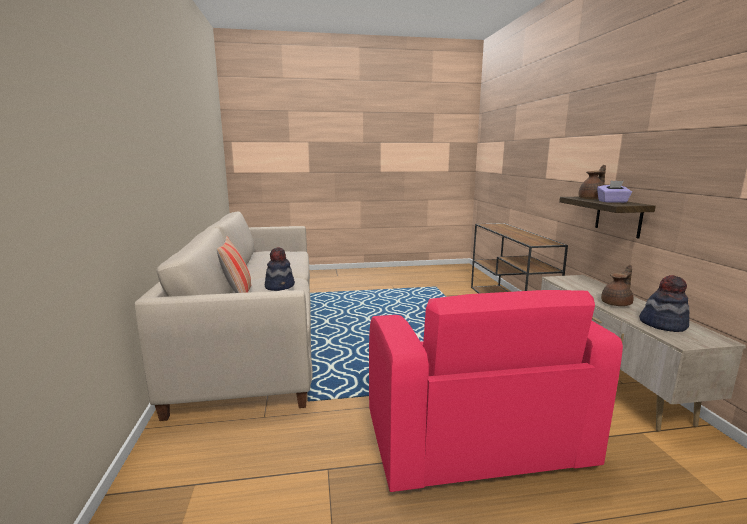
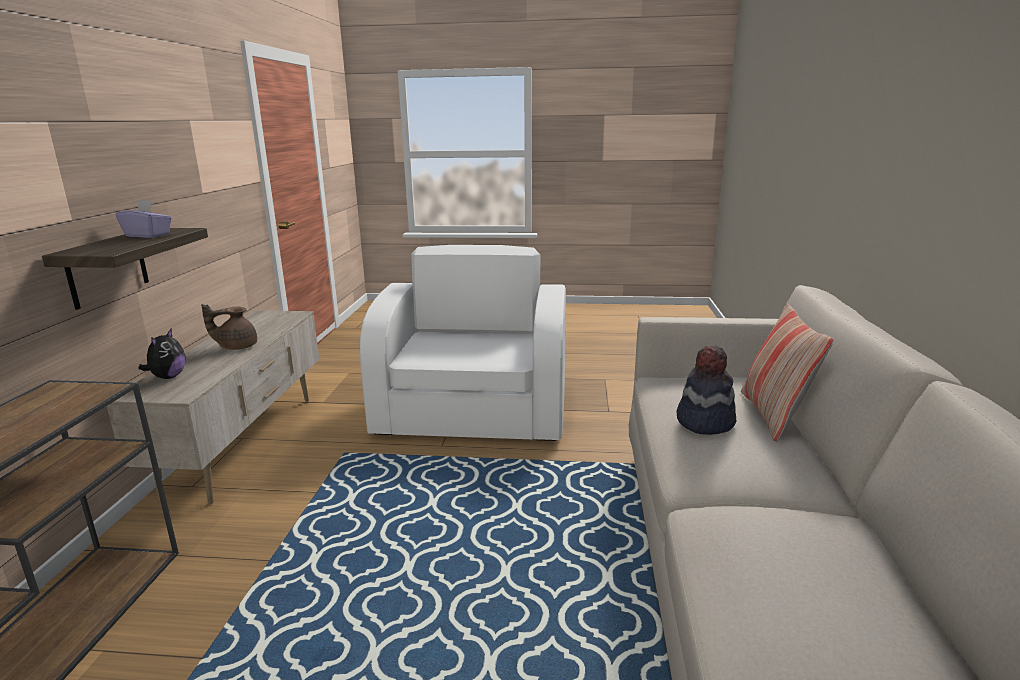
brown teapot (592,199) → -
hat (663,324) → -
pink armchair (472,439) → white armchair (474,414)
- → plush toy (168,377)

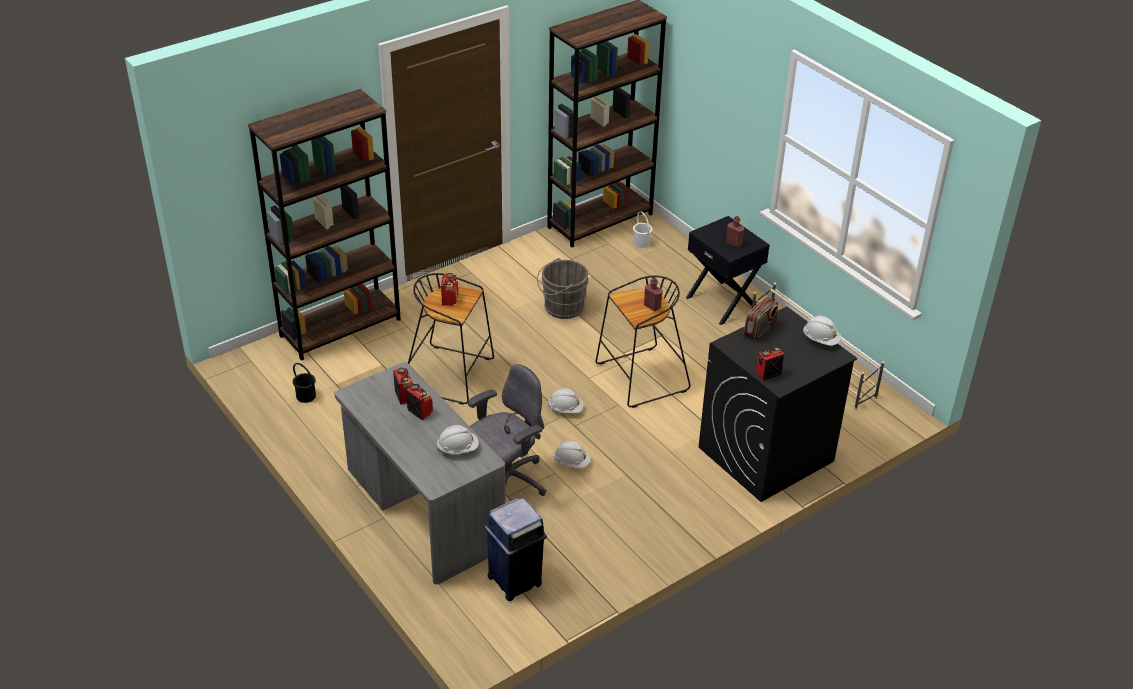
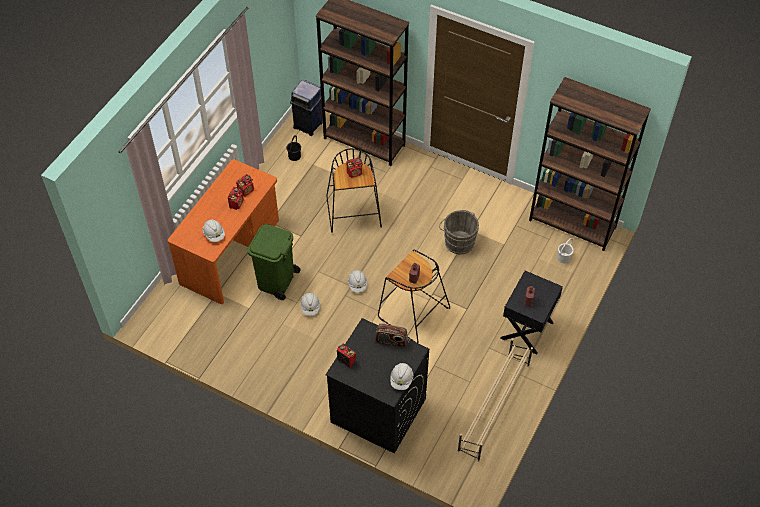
grey desk (422,511) → orange desk (231,252)
grey office chair (506,481) → green trash can (276,281)
blue trash can (515,580) → blue trash can (308,125), move

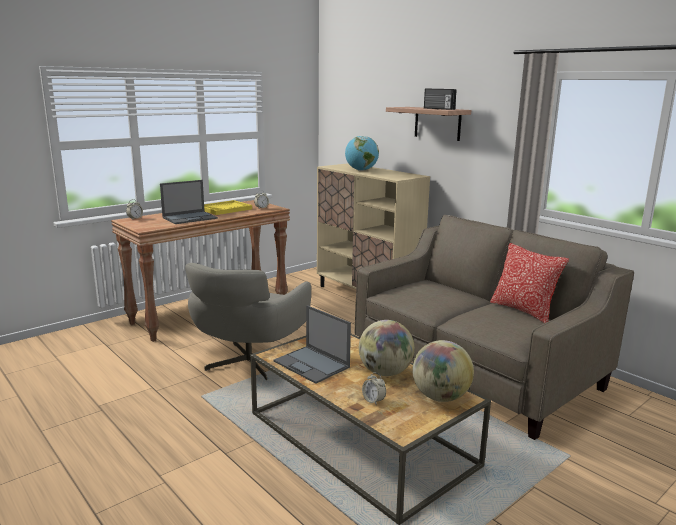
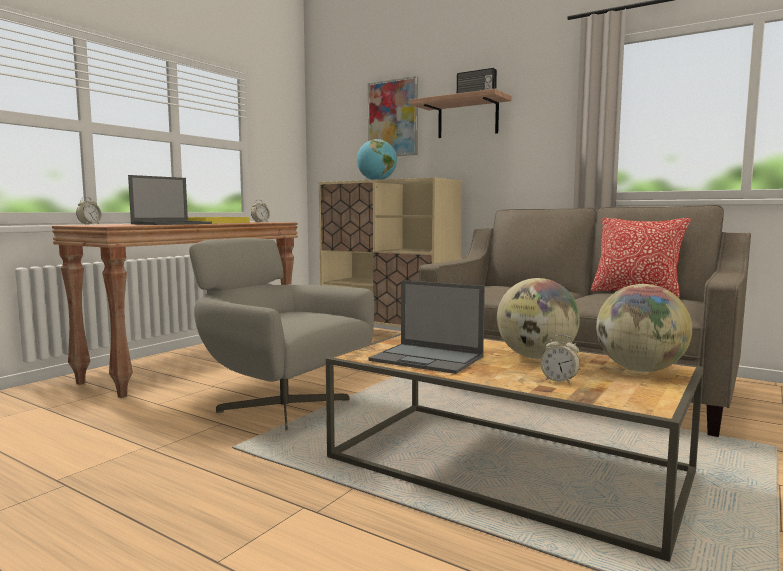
grey armchair (247,363) → grey armchair (280,405), 120 degrees clockwise
- → picture (393,118)

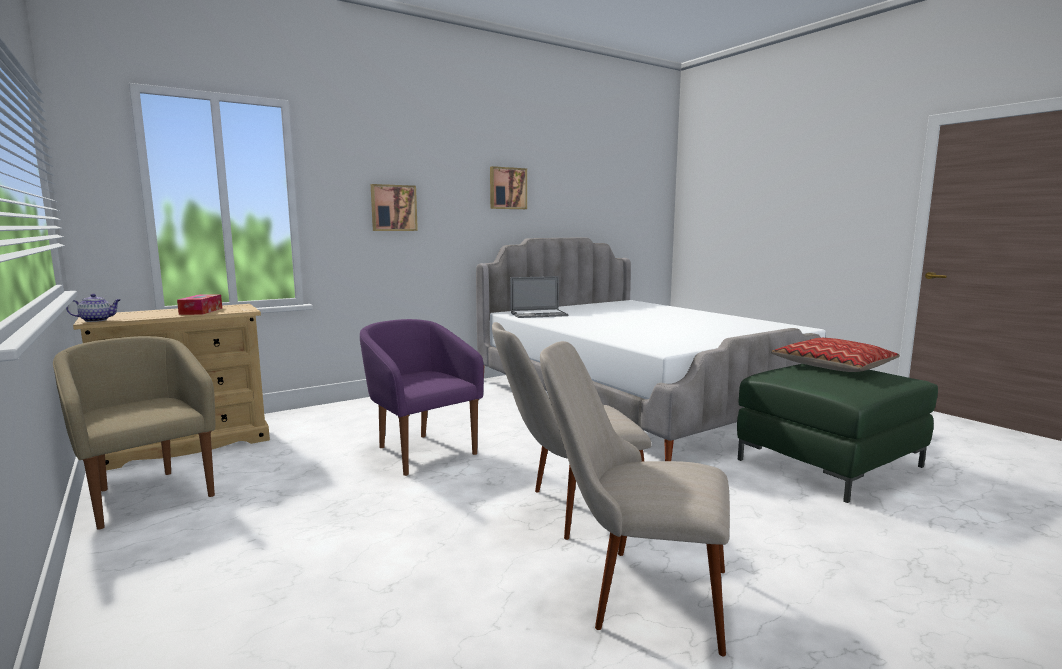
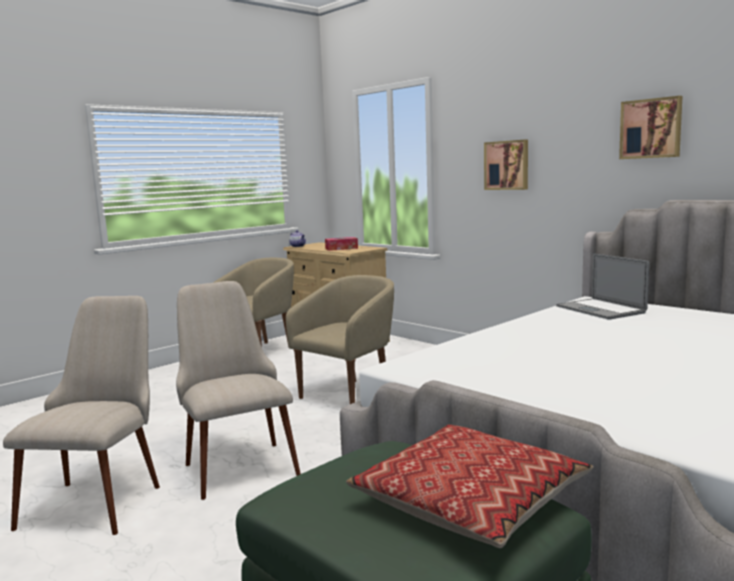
purple armchair (420,451) → beige armchair (349,394)

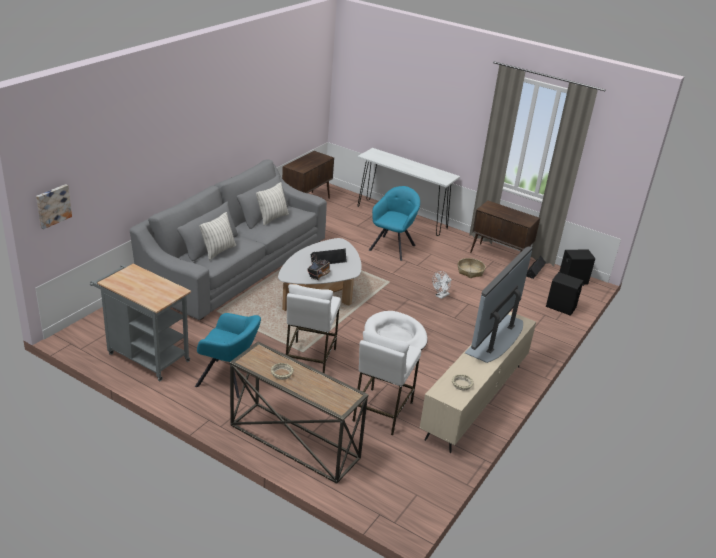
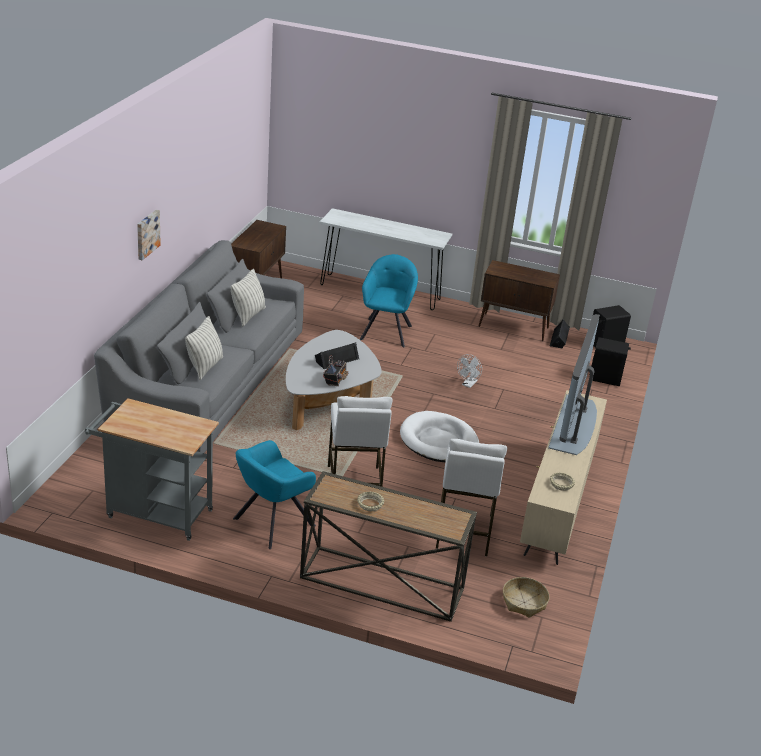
picture (53,205) → picture (146,234), move
basket (470,271) → basket (524,602), move
turquoise armchair (229,379) → turquoise armchair (271,523), 135 degrees clockwise

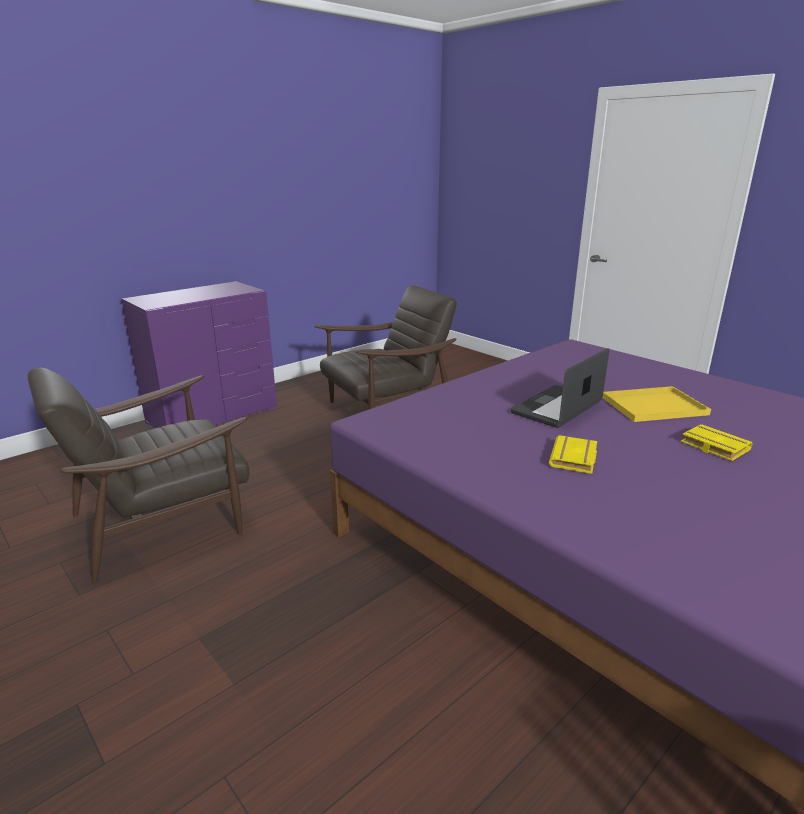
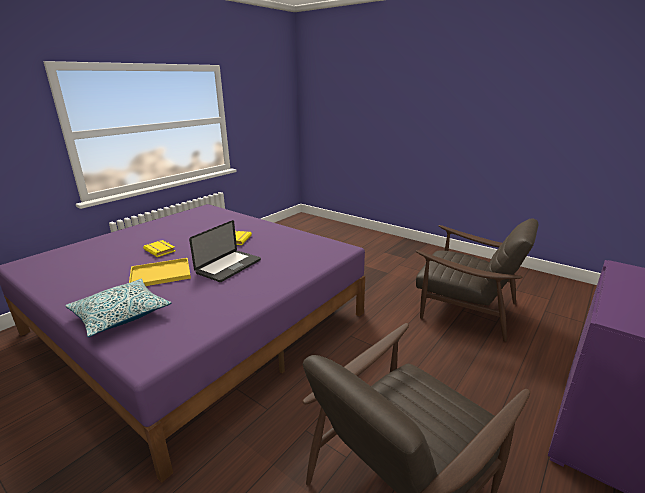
brown armchair (162,520) → brown armchair (465,309), 75 degrees clockwise
- → pillow (121,314)

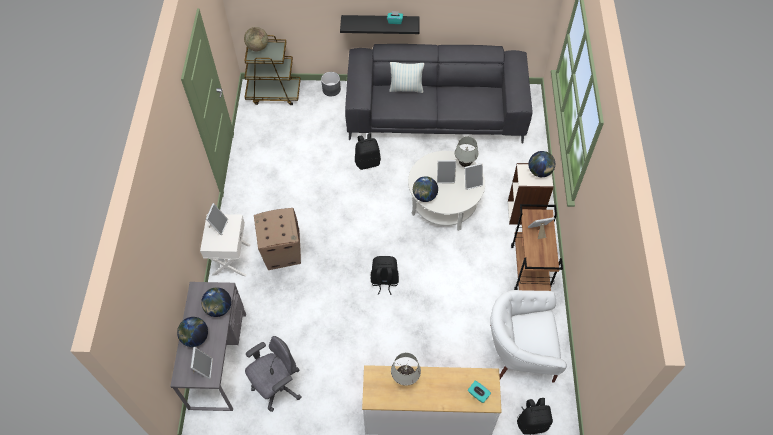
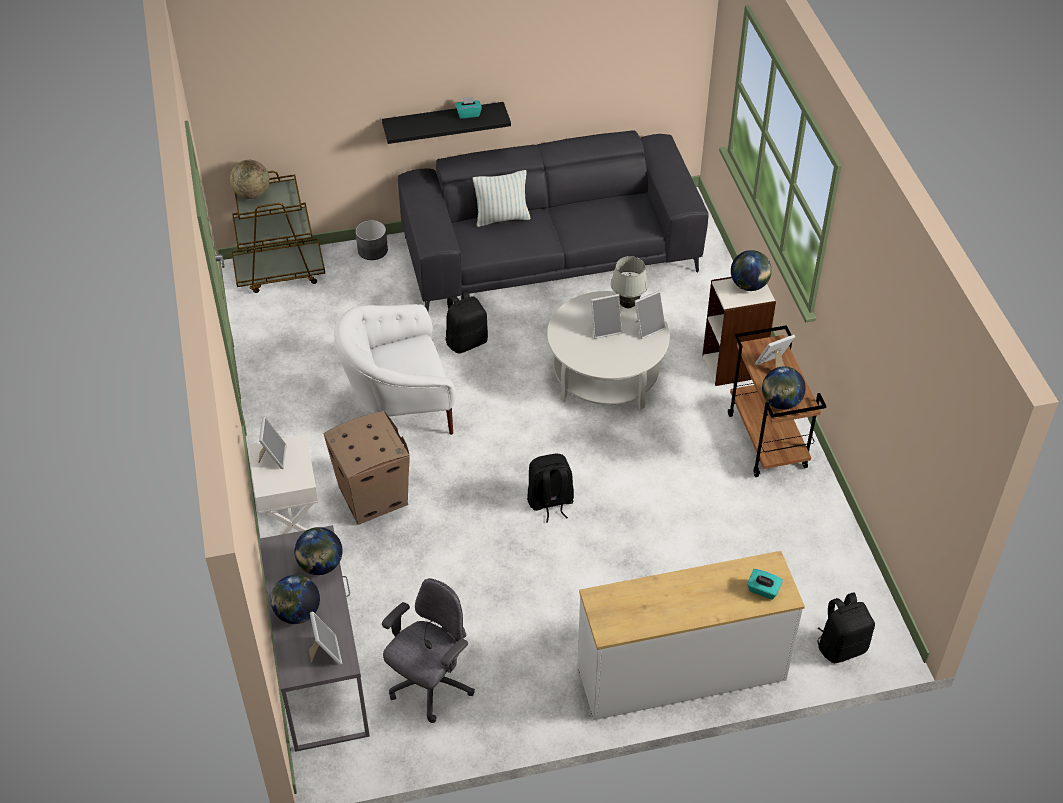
globe (424,196) → globe (780,402), move
white armchair (520,351) → white armchair (400,408), move
white table lamp (405,379) → -

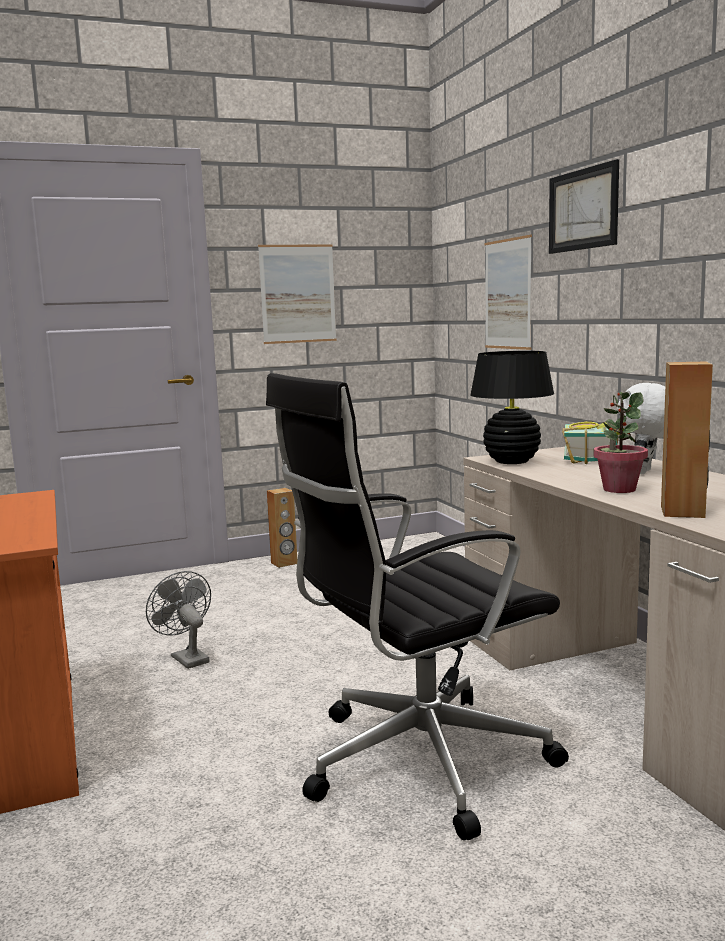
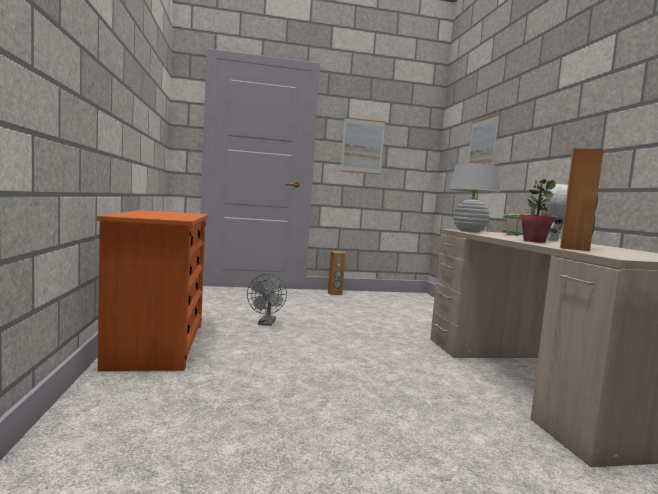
picture (583,209) → -
black table lamp (511,461) → white table lamp (469,231)
black office chair (418,762) → -
grey fan (186,658) → grey fan (266,323), 150 degrees counterclockwise

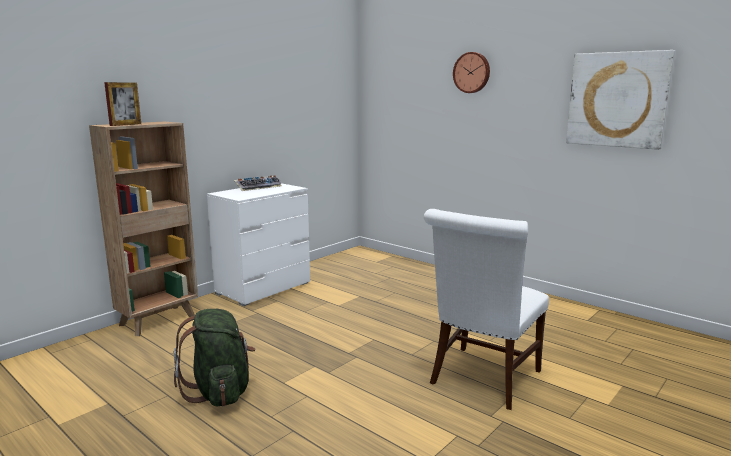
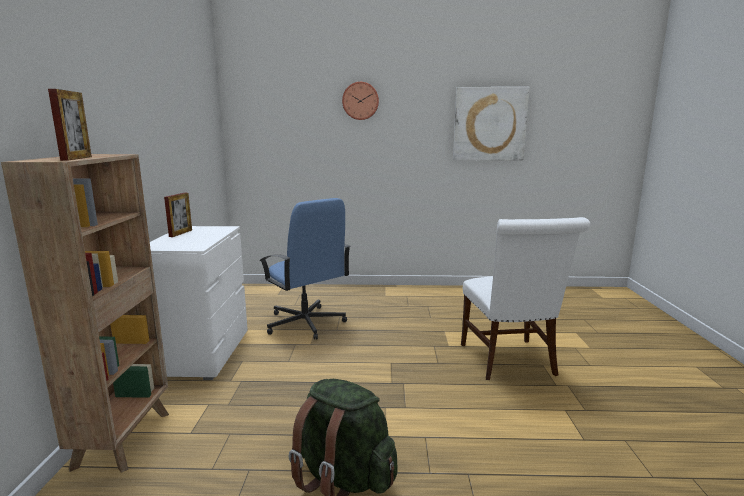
keyboard (258,187) → picture frame (180,233)
- → blue office chair (305,323)

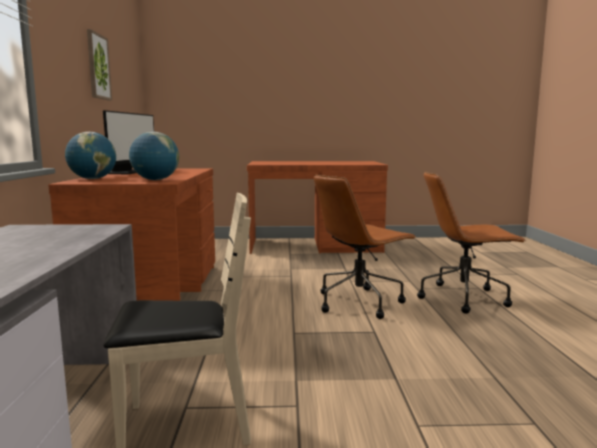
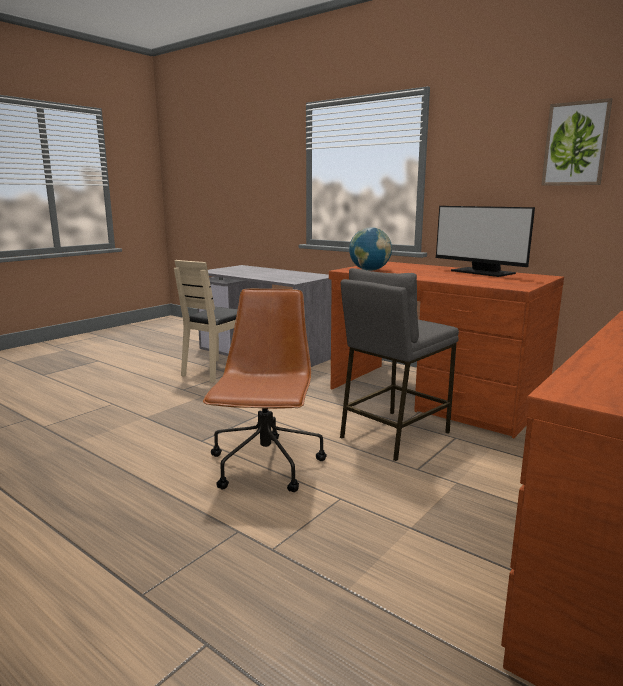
globe (93,179) → -
brown office chair (464,298) → -
- → grey stool (393,434)

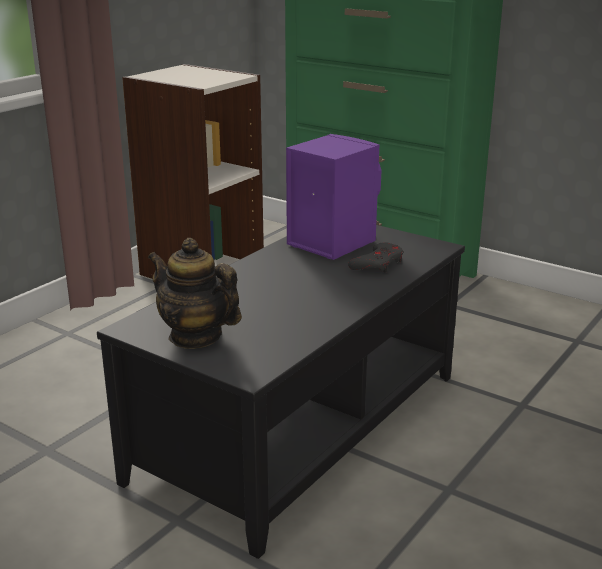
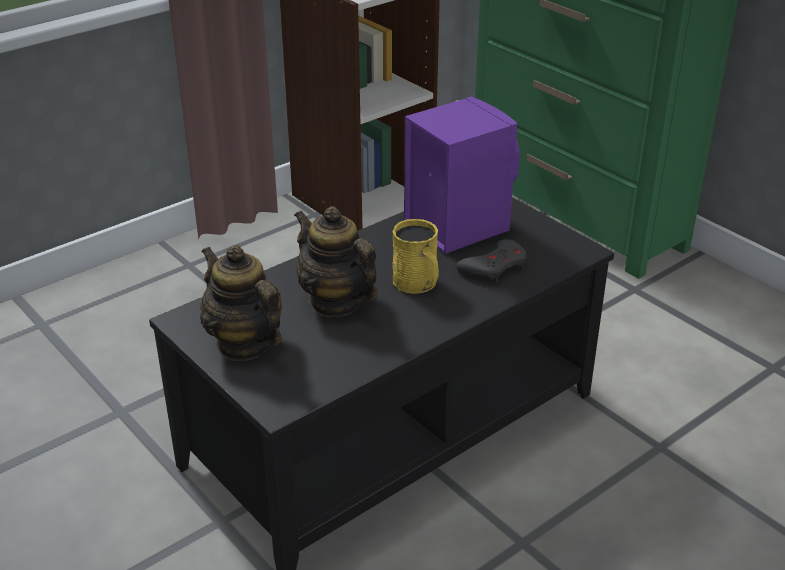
- → teapot (335,302)
- → yellow mug (418,284)

